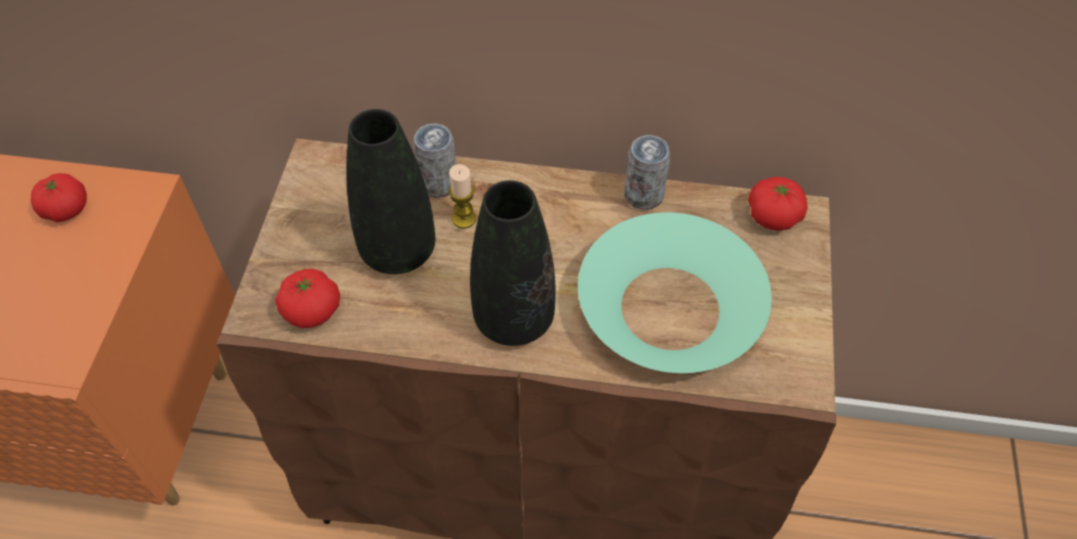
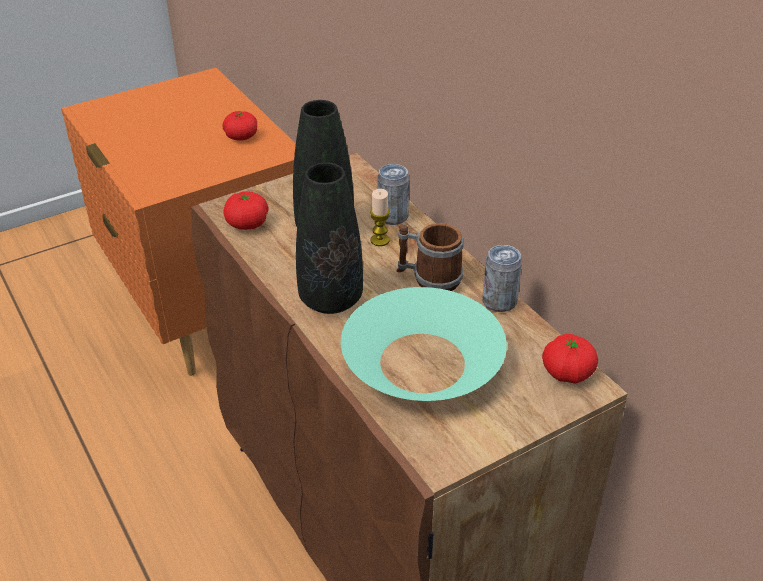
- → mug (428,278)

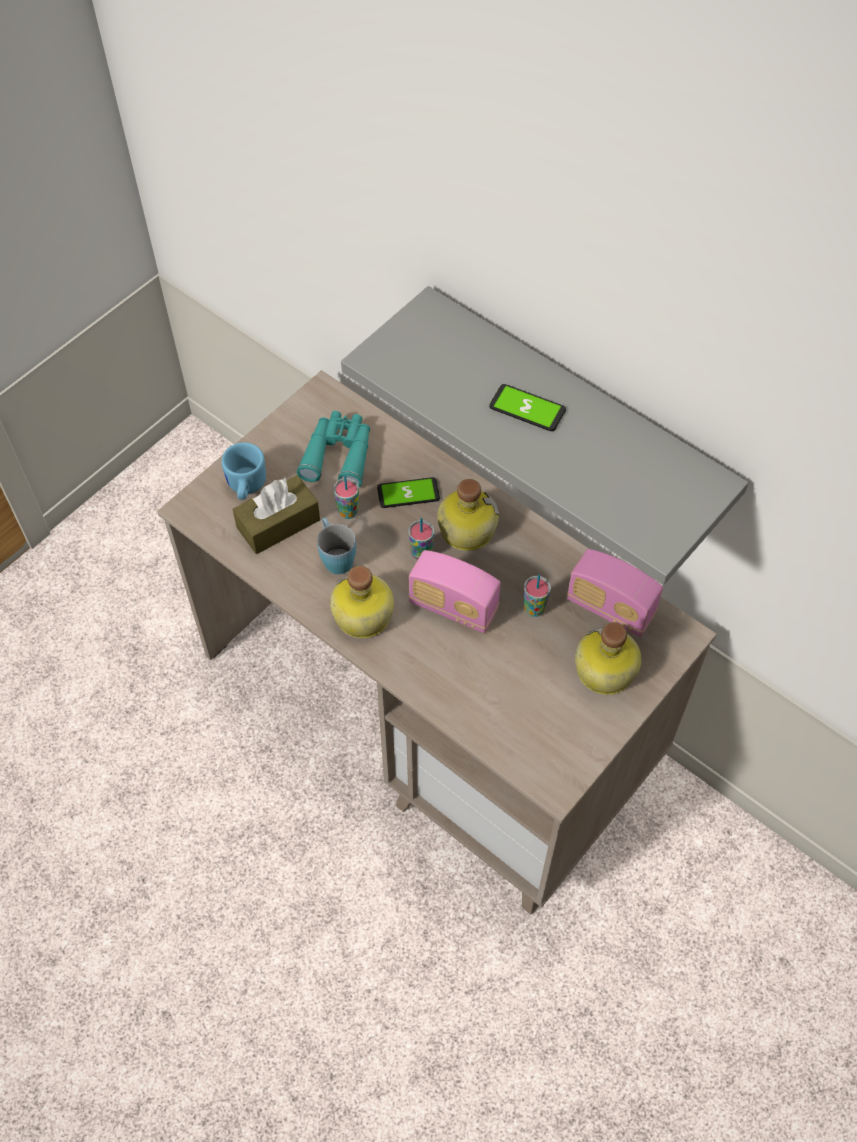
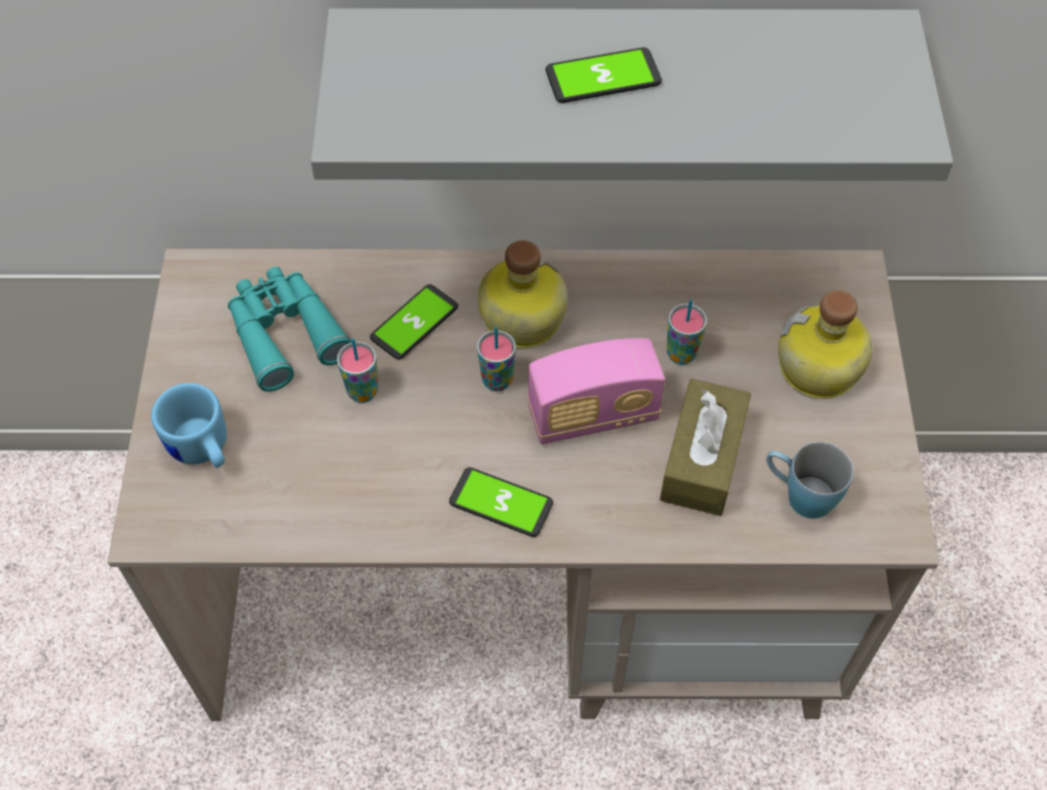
brown tissue box (278,523) → brown tissue box (702,459), move
blue mug (335,556) → blue mug (799,495), move
radio (610,608) → -
bottle (362,617) → phone (501,503)

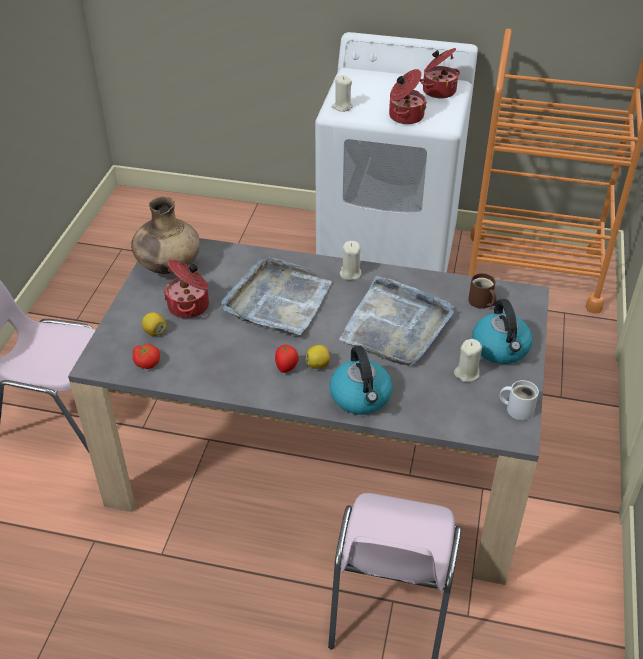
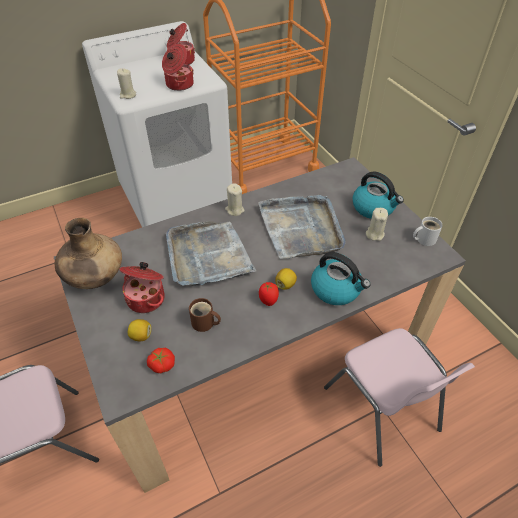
brown mug (481,302) → brown mug (204,323), move

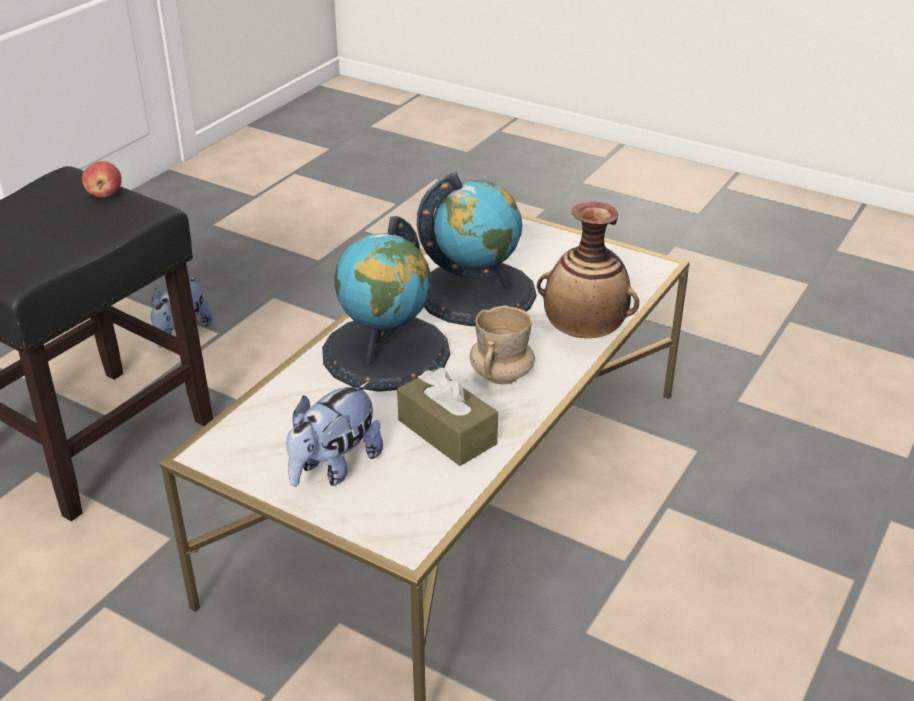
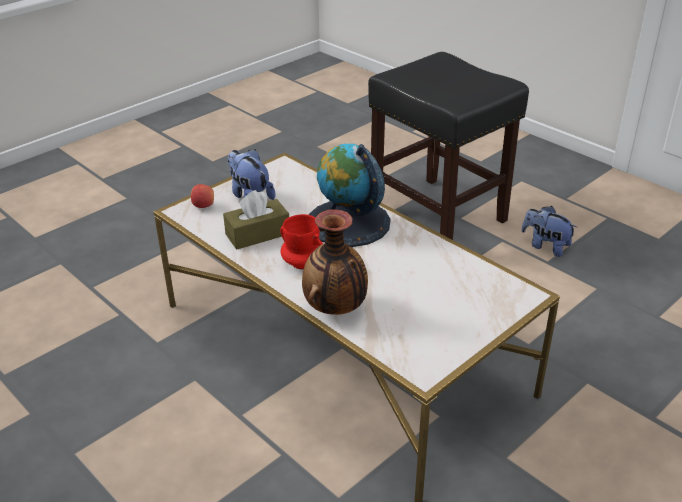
apple (105,194) → apple (203,206), move
globe (476,292) → -
beige mug (501,374) → red mug (303,262)

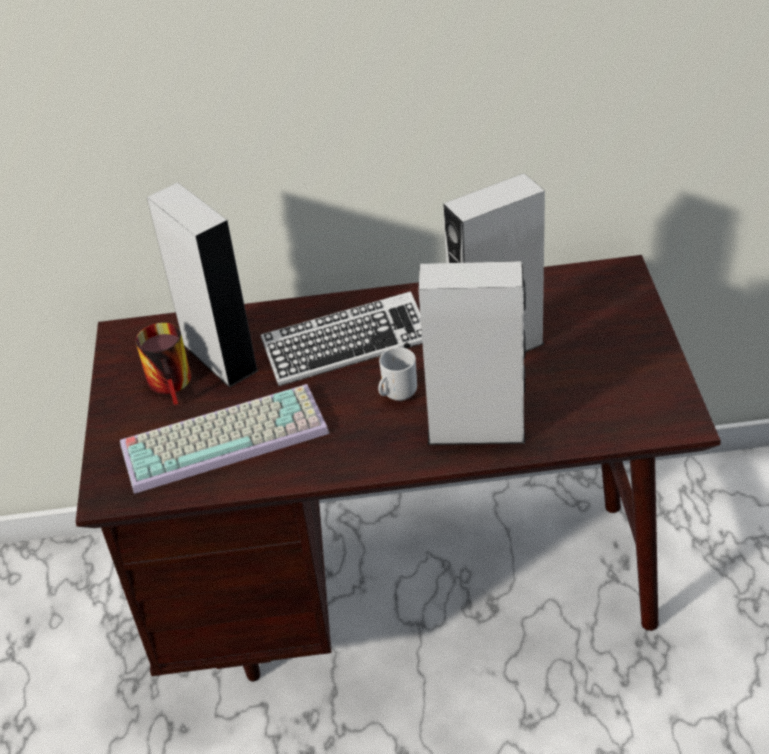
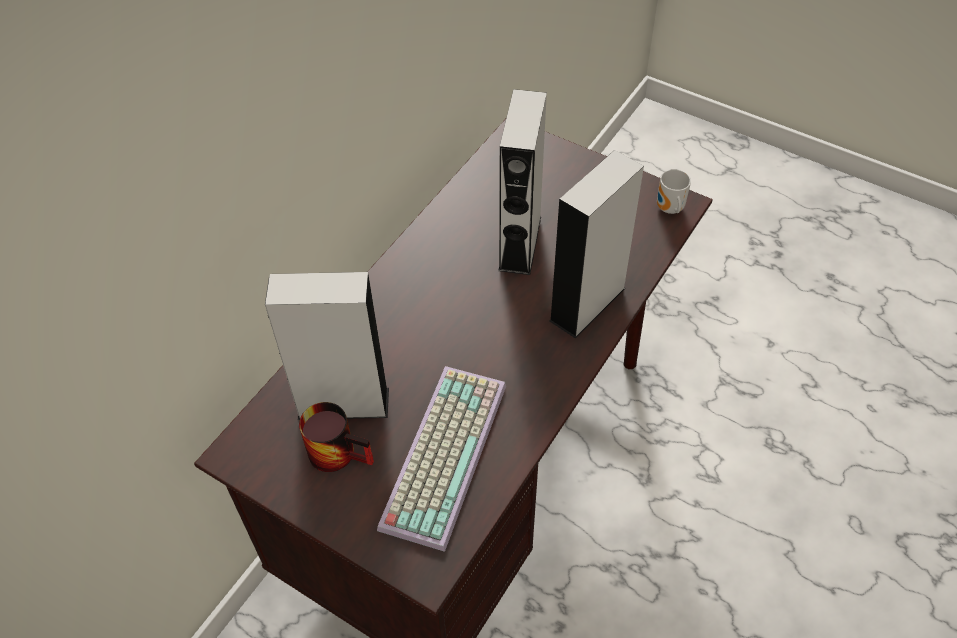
keyboard (346,346) → -
mug (397,395) → mug (669,209), move

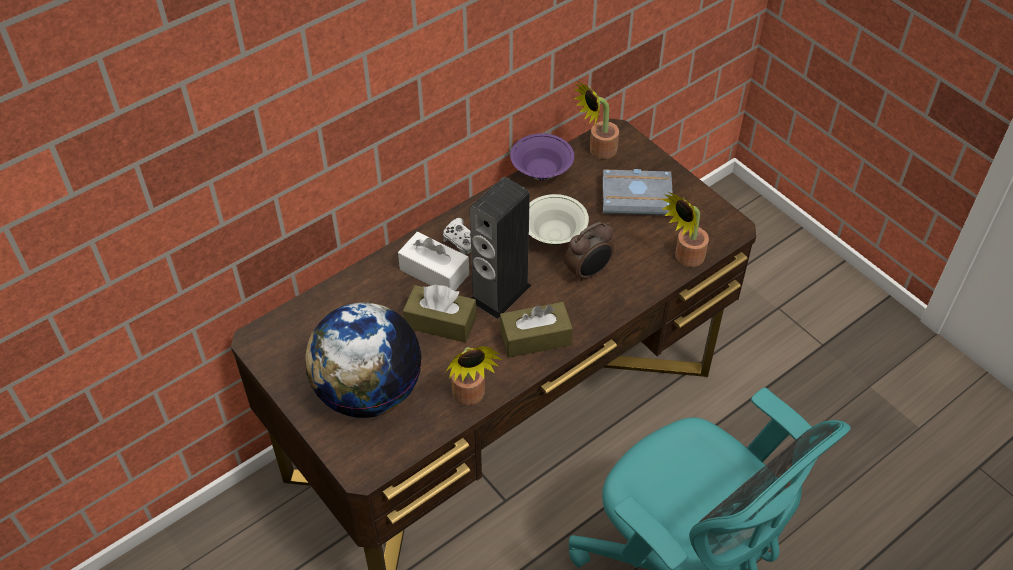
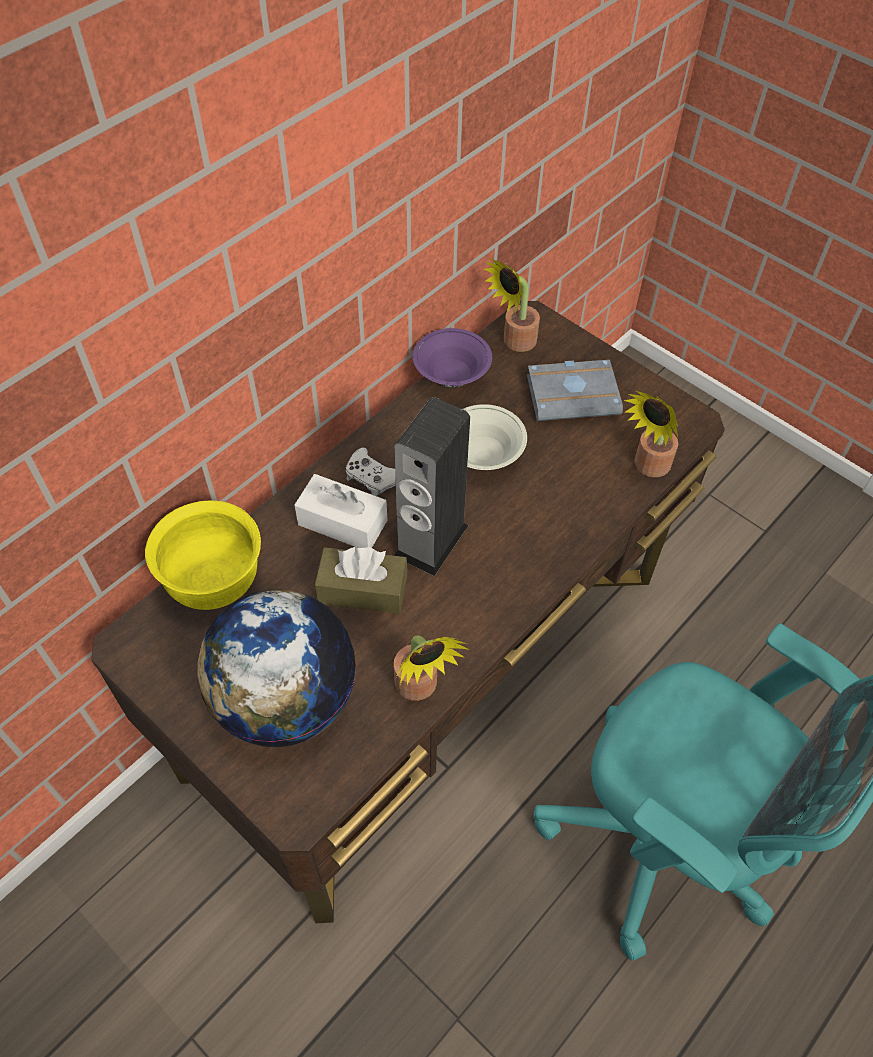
alarm clock (588,272) → -
brown tissue box (535,338) → -
- → yellow bowl (215,582)

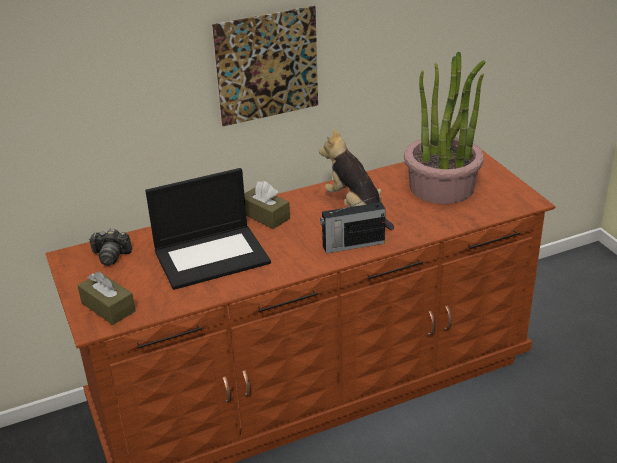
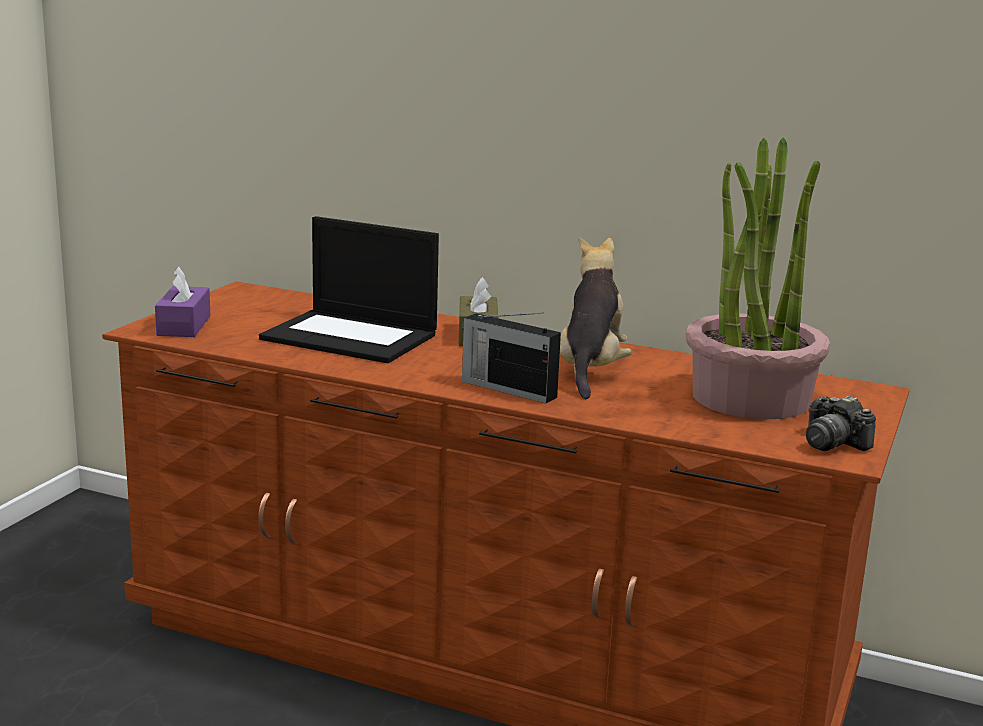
picture (267,66) → -
photo camera (111,256) → photo camera (833,443), move
brown tissue box (108,307) → purple tissue box (184,326)

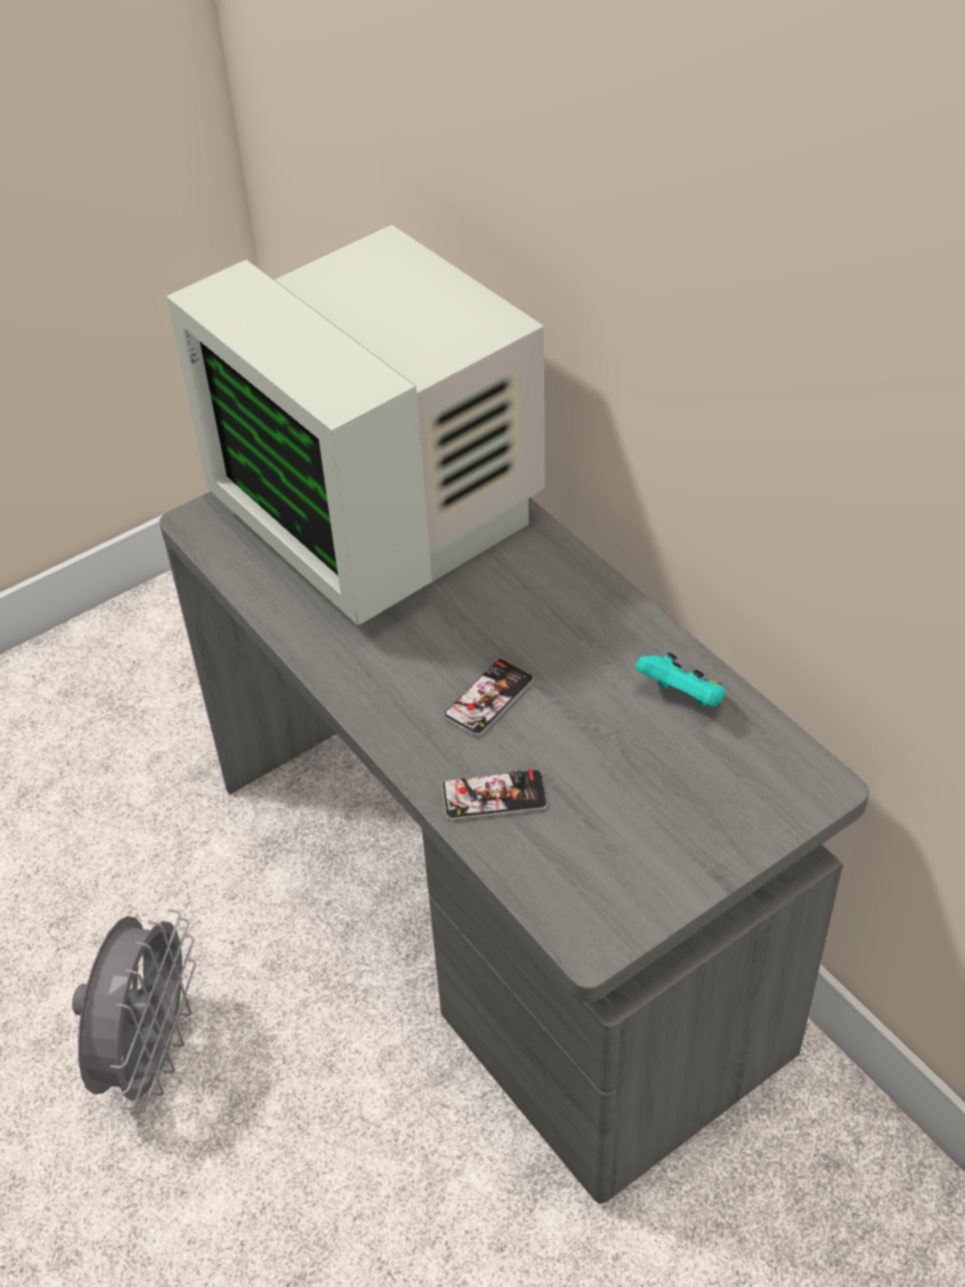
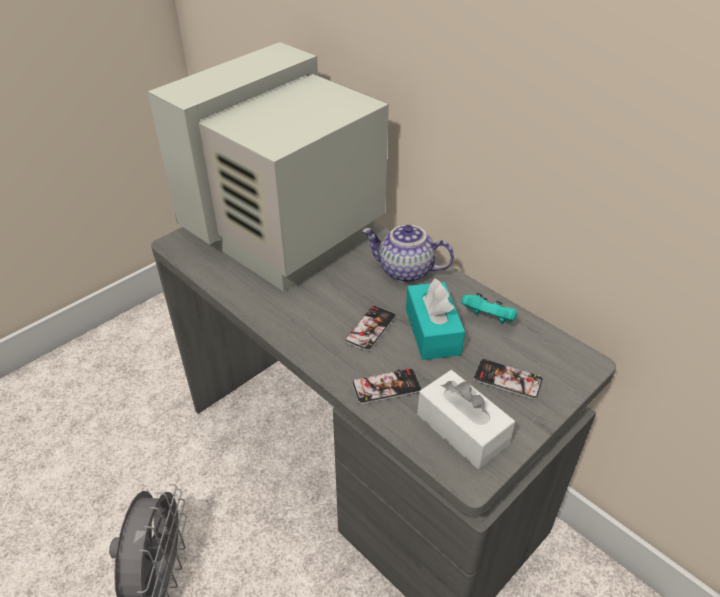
monitor (384,517) → monitor (288,234), 90 degrees clockwise
- → teapot (405,271)
- → turquoise tissue box (432,331)
- → phone (507,380)
- → white tissue box (462,429)

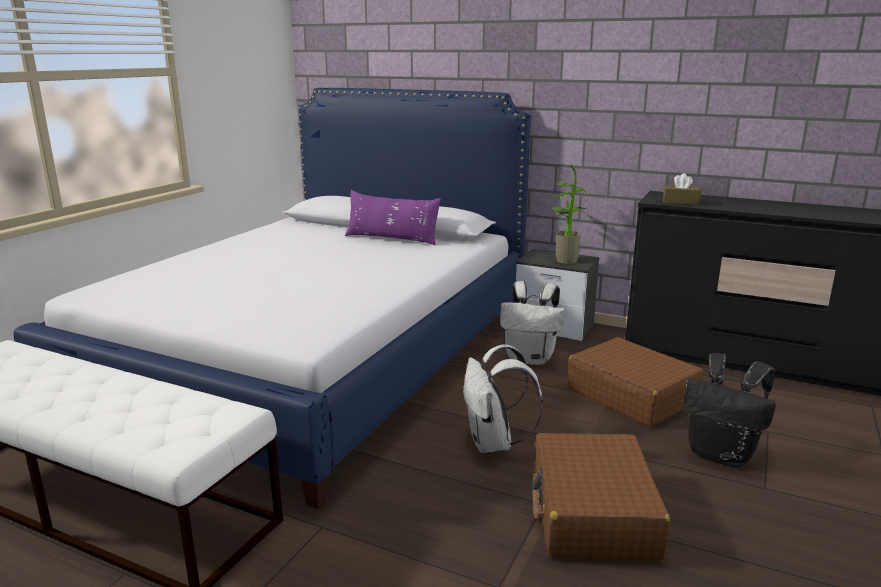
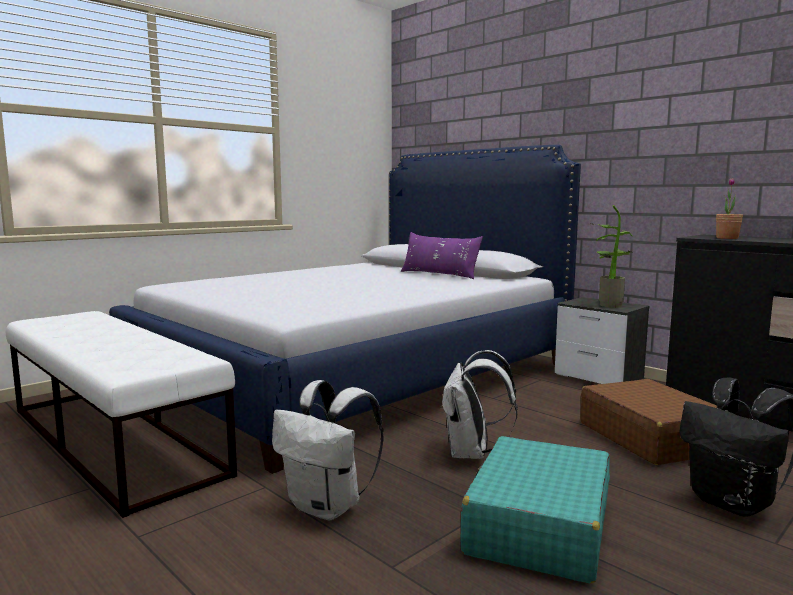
brown tissue box (680,202) → potted plant (727,238)
white backpack (530,359) → white backpack (328,507), move
brown suitcase (592,514) → turquoise suitcase (538,526)

